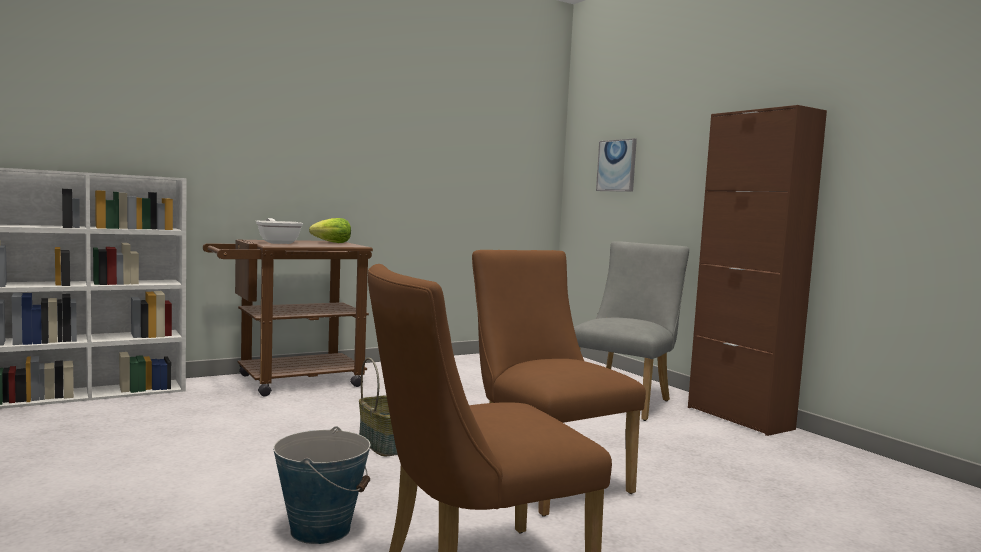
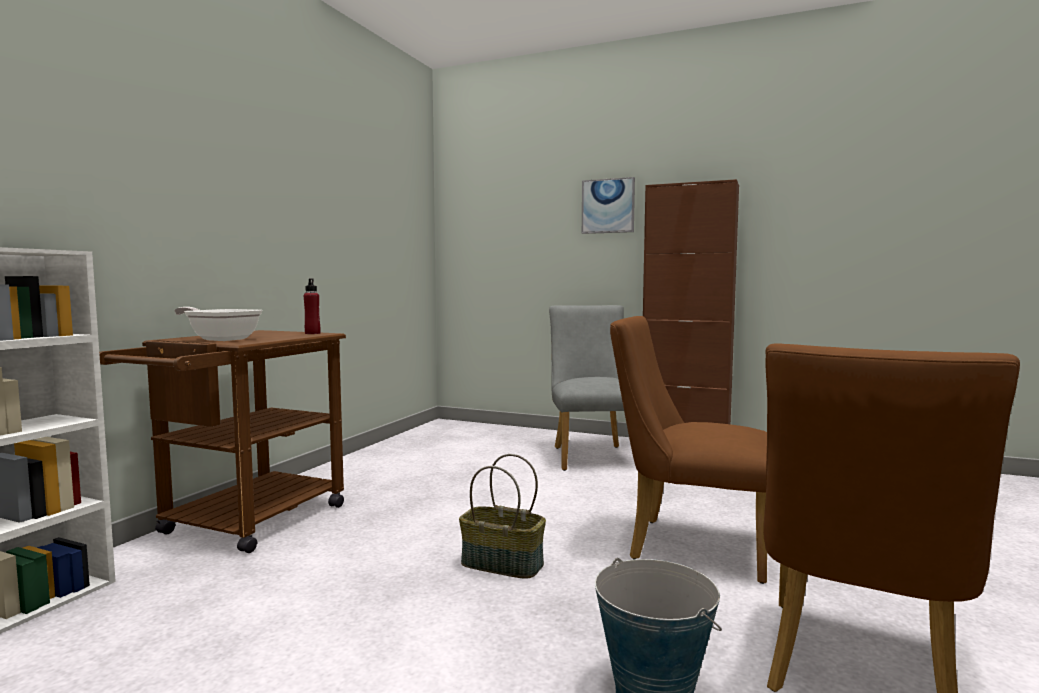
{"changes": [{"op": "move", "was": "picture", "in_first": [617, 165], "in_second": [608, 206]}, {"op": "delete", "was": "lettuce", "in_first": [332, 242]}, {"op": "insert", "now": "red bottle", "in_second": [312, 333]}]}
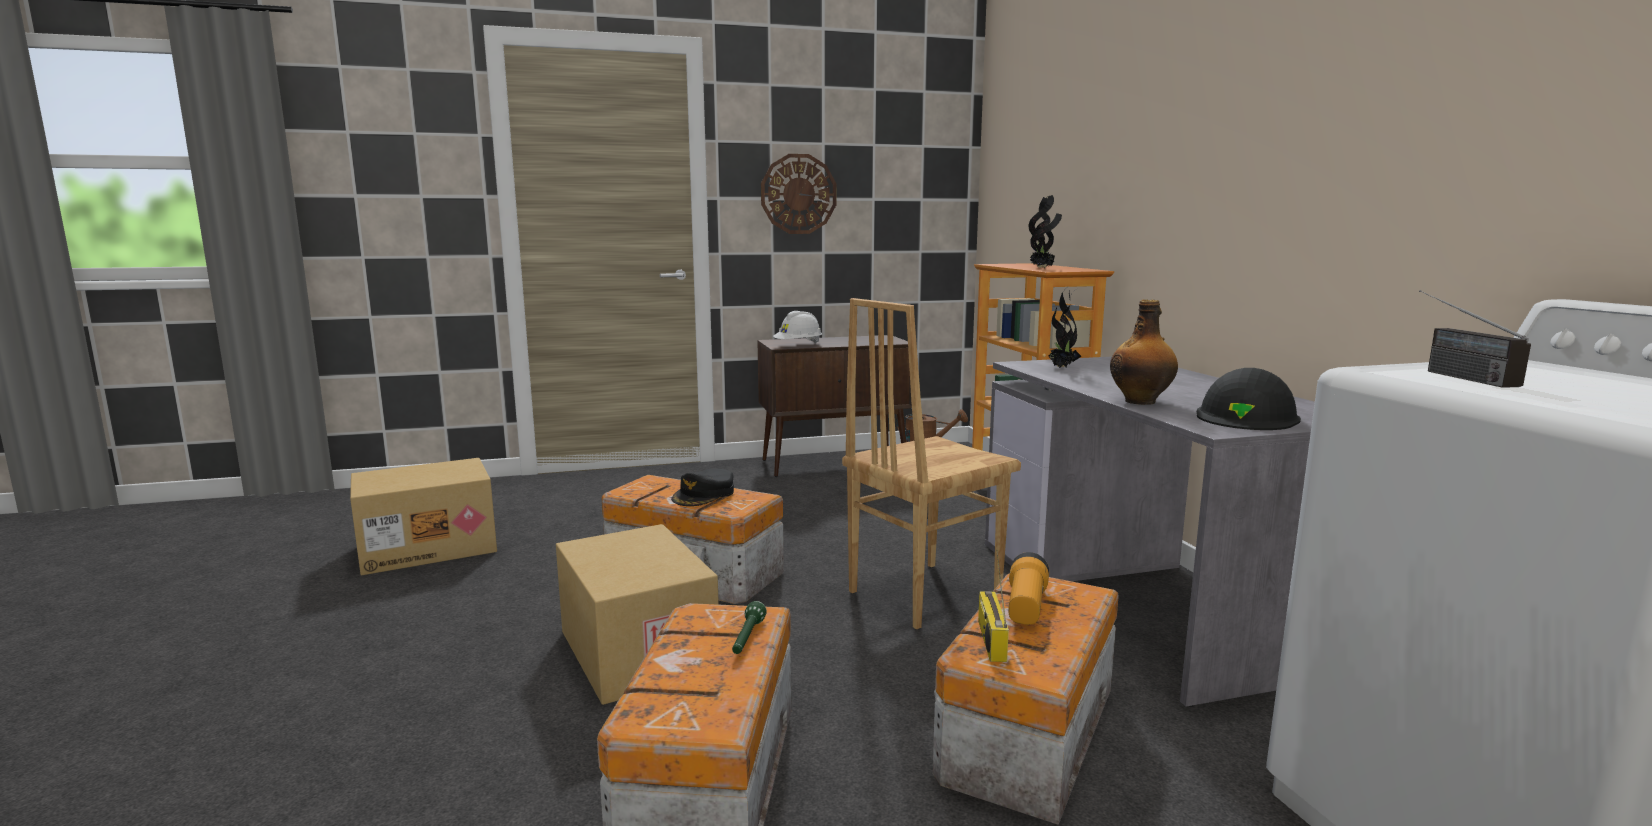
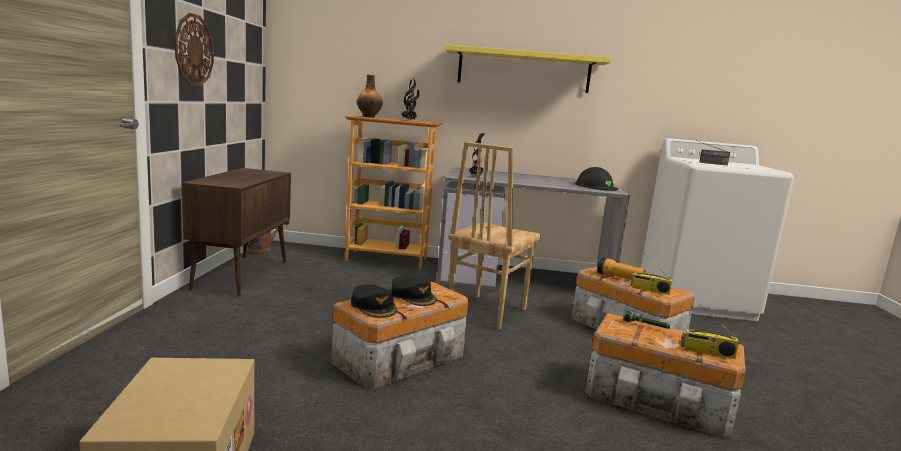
{"changes": [{"op": "rotate", "was": "brown chair", "in_first": [921, 593], "in_second": [485, 311], "clockwise": 45}, {"op": "move", "was": "bottle", "in_first": [1141, 401], "in_second": [369, 117]}, {"op": "delete", "was": "white hard hat", "in_first": [798, 346]}, {"op": "delete", "was": "cardboard box", "in_first": [634, 651]}, {"op": "insert", "now": "yellow shelf", "in_second": [524, 70]}, {"op": "insert", "now": "black cap", "in_second": [374, 306]}, {"op": "insert", "now": "radio", "in_second": [707, 352]}]}
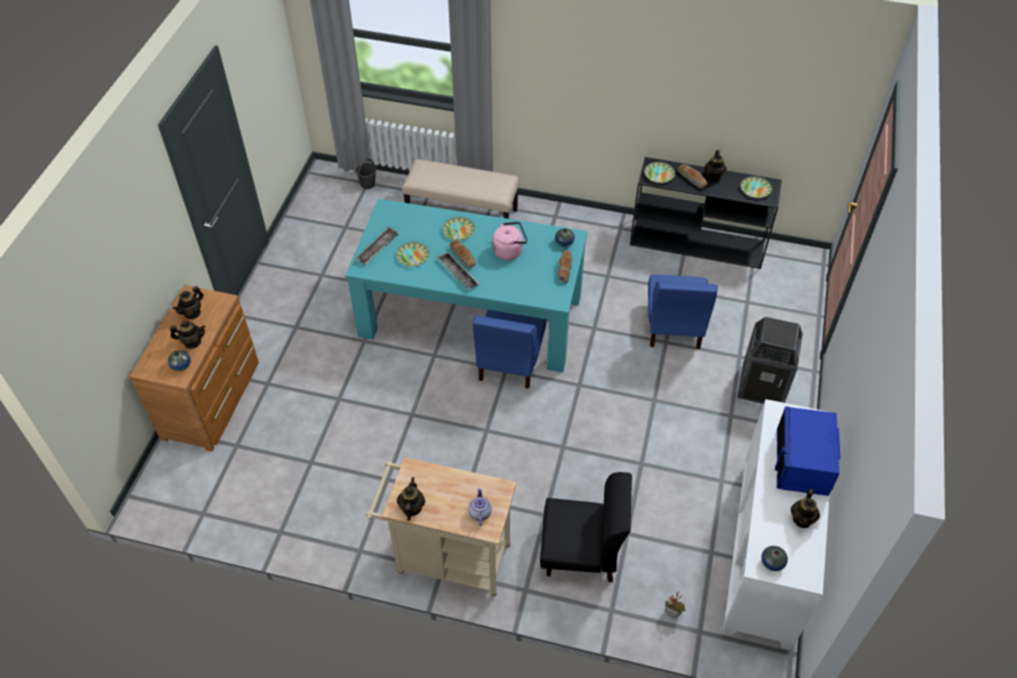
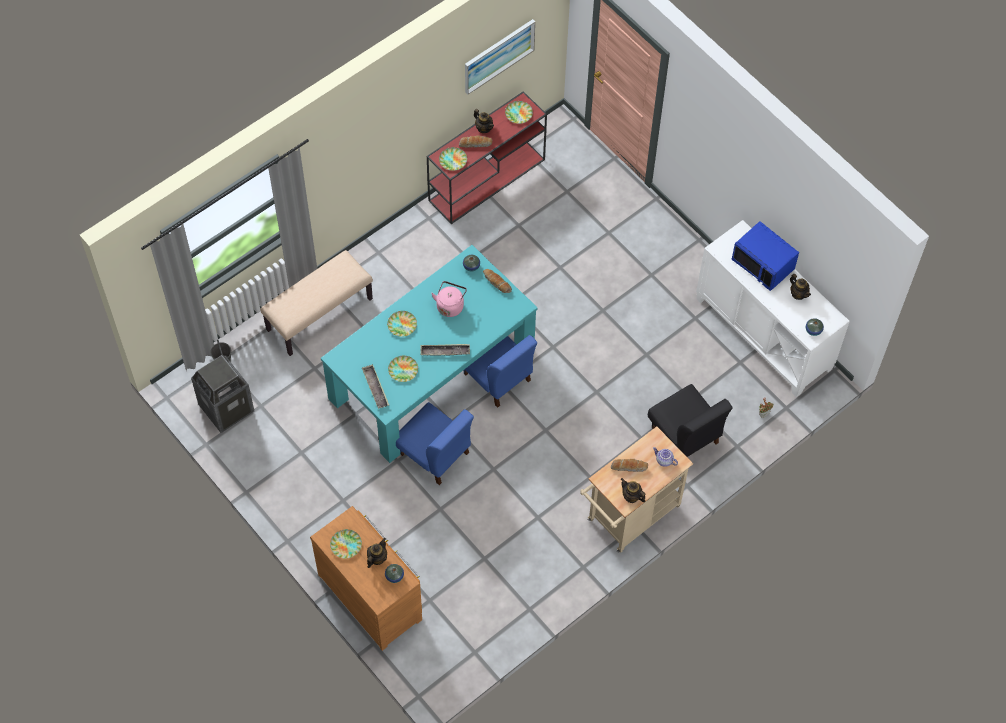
{"changes": [{"op": "recolor", "was": "black console table", "now": "red console table", "in_first": [698, 243], "in_second": [487, 179]}, {"op": "move", "was": "bread", "in_first": [463, 257], "in_second": [629, 467]}, {"op": "move", "was": "blue chair", "in_first": [674, 326], "in_second": [434, 454]}, {"op": "replace", "was": "teapot", "now": "plate", "in_first": [192, 313], "in_second": [346, 544]}, {"op": "move", "was": "trash can", "in_first": [762, 386], "in_second": [226, 408]}, {"op": "rotate", "was": "black chair", "in_first": [581, 552], "in_second": [685, 436], "clockwise": 105}, {"op": "insert", "now": "picture", "in_second": [498, 55]}]}
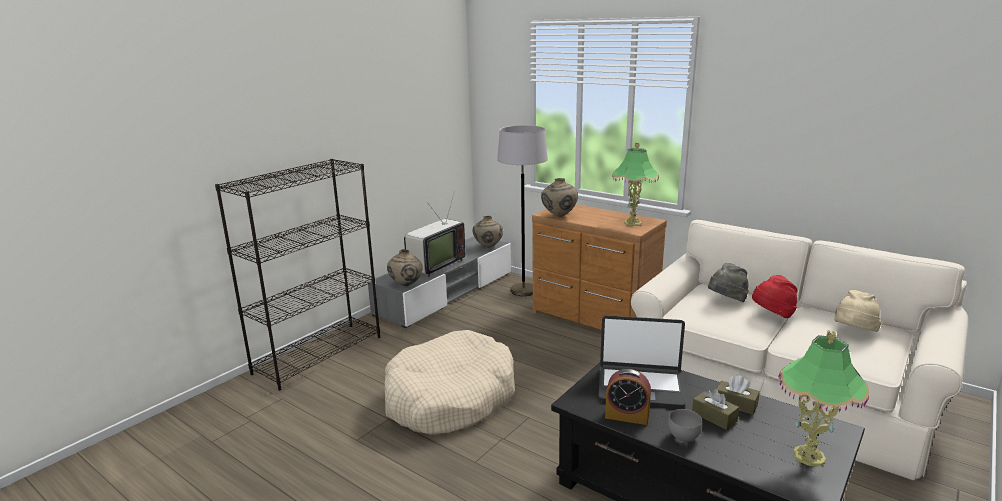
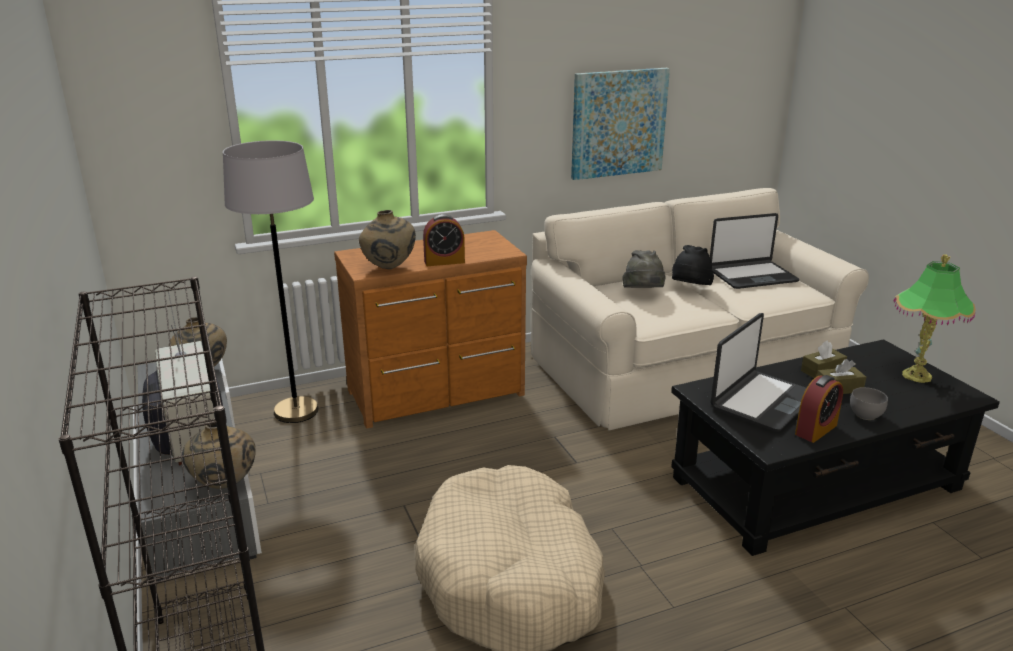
{"changes": [{"op": "delete", "was": "table lamp", "in_first": [632, 223]}, {"op": "recolor", "was": "red hat", "now": "black hat", "in_first": [772, 315], "in_second": [690, 289]}, {"op": "replace", "was": "beige hat", "now": "laptop", "in_first": [853, 333], "in_second": [752, 276]}, {"op": "insert", "now": "picture", "in_second": [618, 123]}, {"op": "insert", "now": "alarm clock", "in_second": [444, 261]}]}
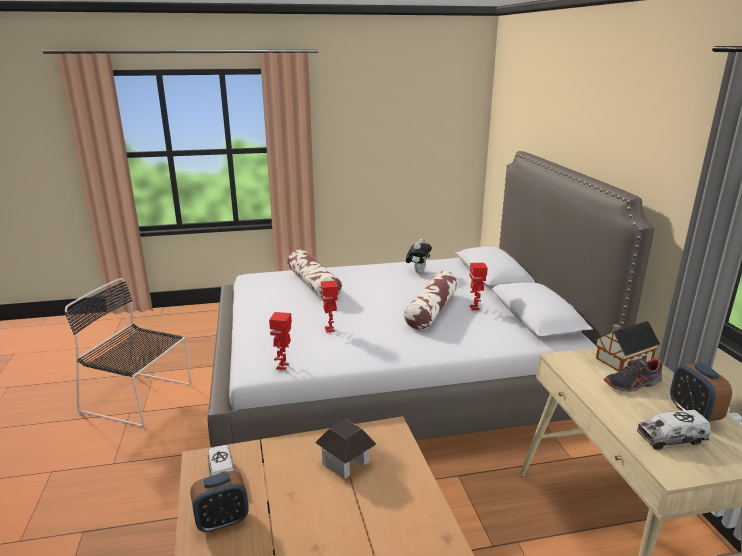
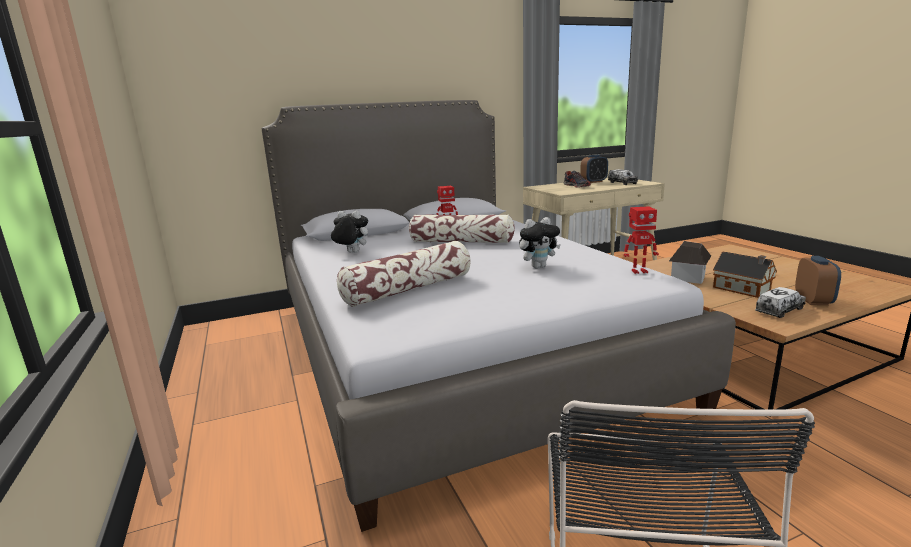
{"changes": [{"op": "replace", "was": "toy robot", "now": "plush toy", "in_first": [330, 329], "in_second": [538, 266]}, {"op": "move", "was": "toy house", "in_first": [622, 360], "in_second": [743, 289]}, {"op": "rotate", "was": "alarm clock", "in_first": [222, 521], "in_second": [813, 301], "clockwise": 45}]}
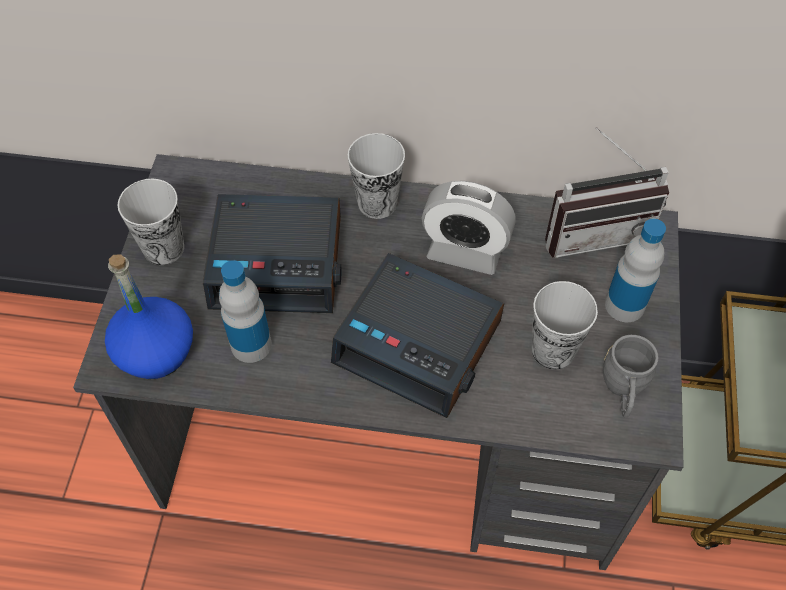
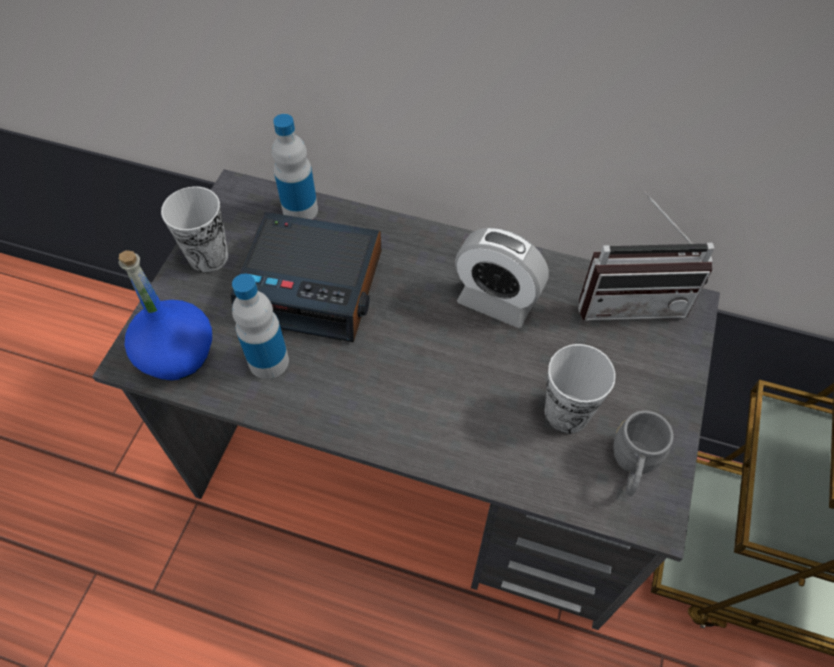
{"changes": [{"op": "delete", "was": "cup", "in_first": [377, 203]}, {"op": "move", "was": "bottle", "in_first": [624, 305], "in_second": [300, 210]}, {"op": "delete", "was": "alarm clock", "in_first": [419, 342]}]}
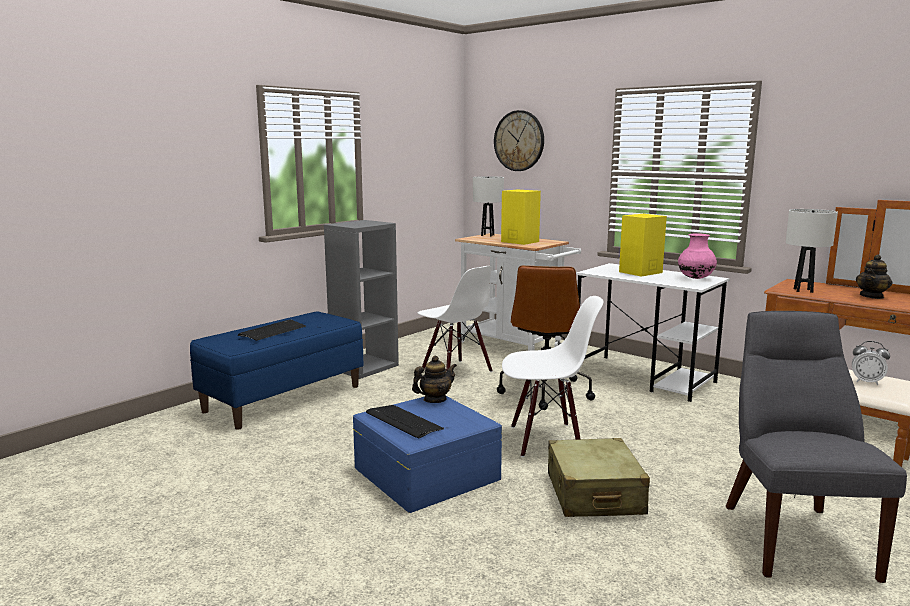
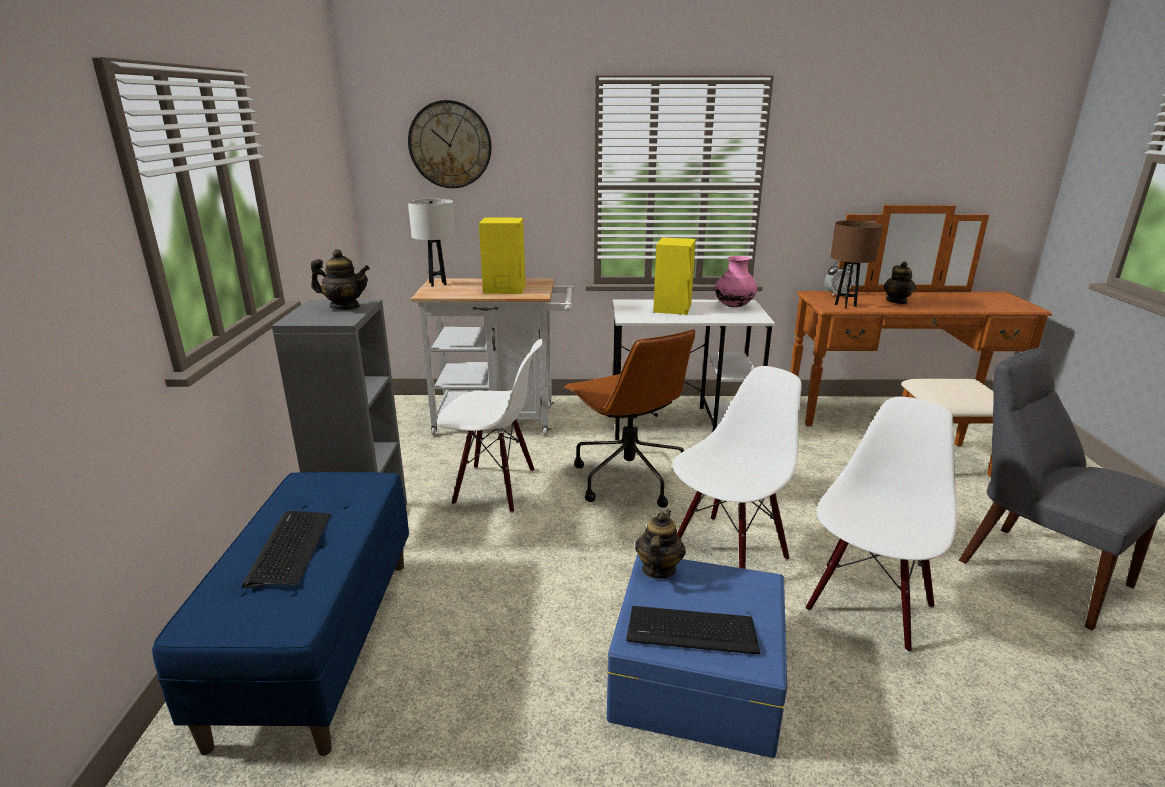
{"changes": [{"op": "recolor", "was": "white table lamp", "now": "brown table lamp", "in_first": [803, 290], "in_second": [845, 305]}, {"op": "move", "was": "alarm clock", "in_first": [866, 382], "in_second": [836, 294]}, {"op": "replace", "was": "beige suitcase", "now": "white chair", "in_first": [594, 494], "in_second": [867, 605]}, {"op": "insert", "now": "teapot", "in_second": [345, 307]}]}
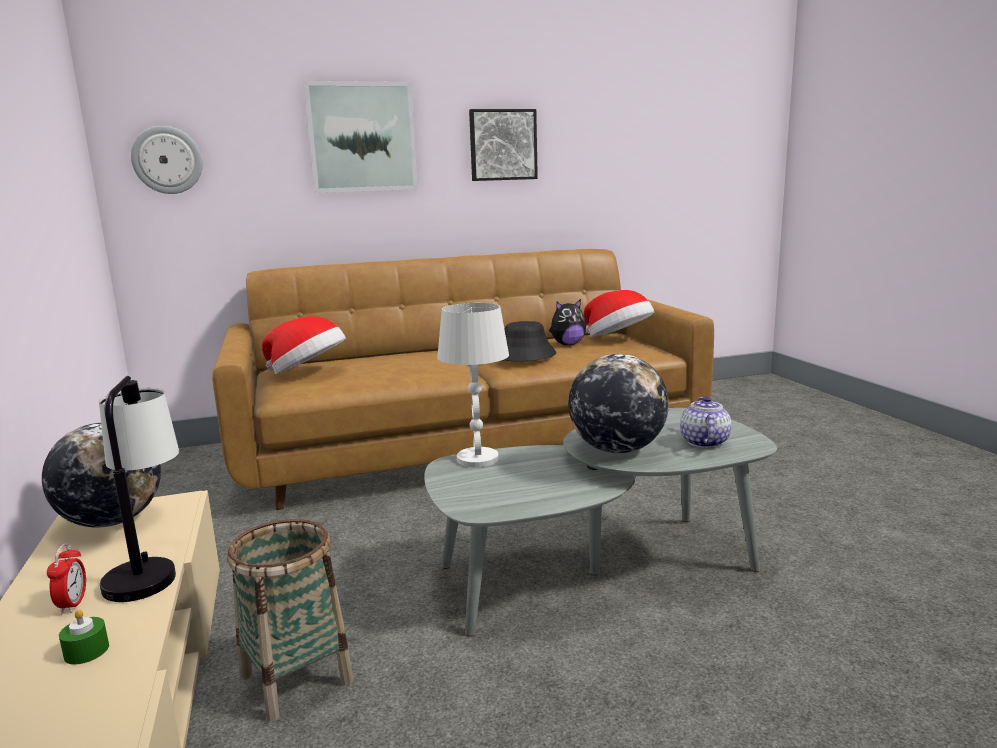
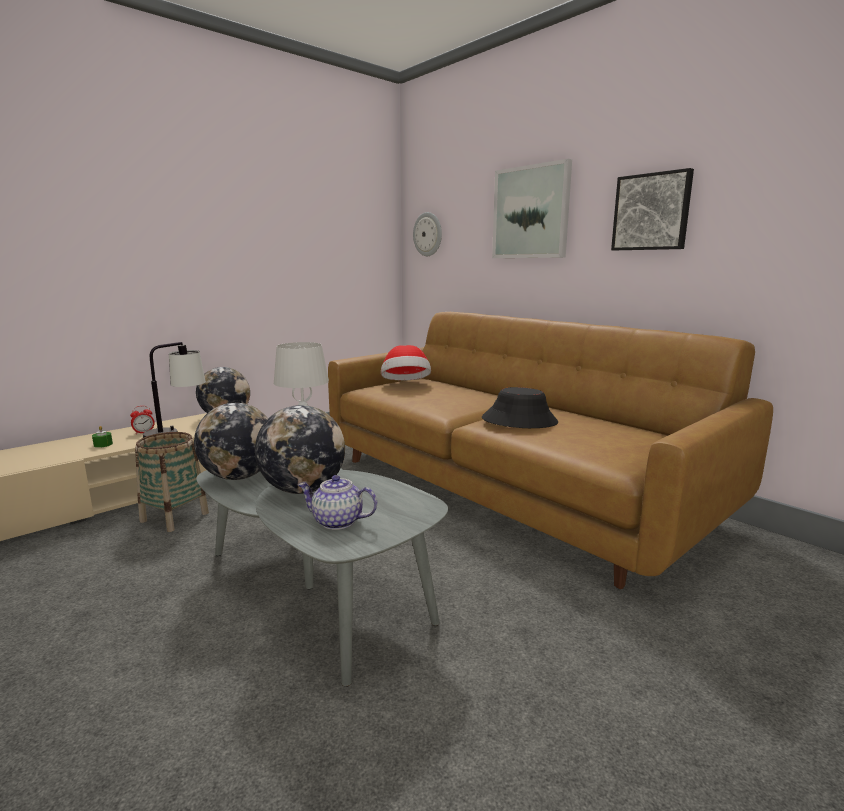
{"changes": [{"op": "delete", "was": "hat", "in_first": [618, 339]}, {"op": "delete", "was": "plush toy", "in_first": [567, 344]}, {"op": "rotate", "was": "teapot", "in_first": [703, 442], "in_second": [337, 522], "clockwise": -150}, {"op": "insert", "now": "globe", "in_second": [239, 476]}]}
